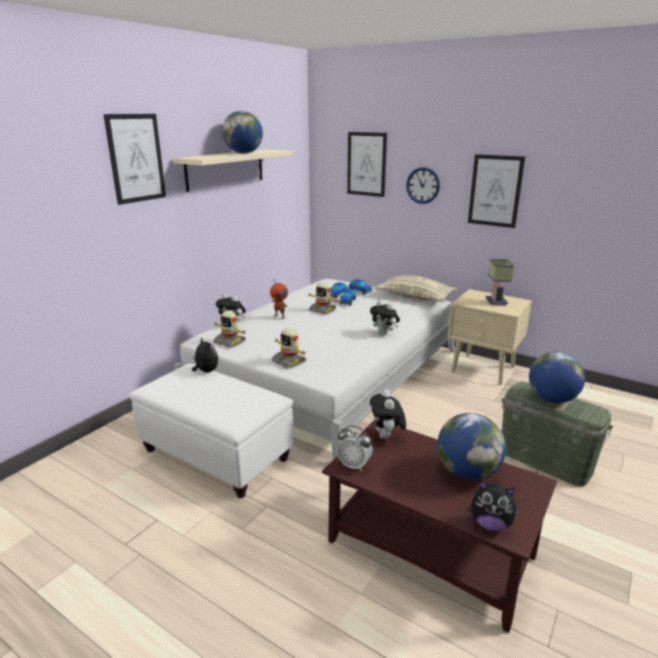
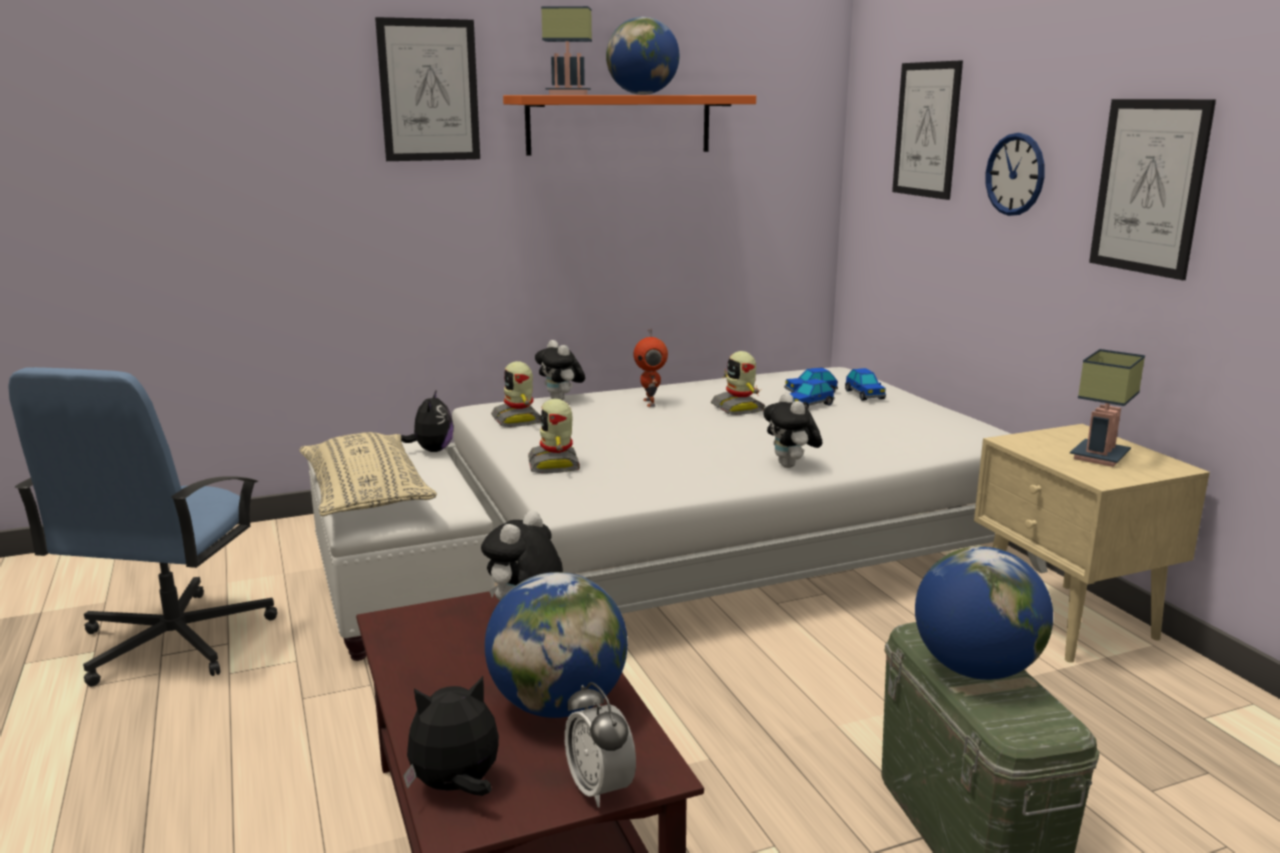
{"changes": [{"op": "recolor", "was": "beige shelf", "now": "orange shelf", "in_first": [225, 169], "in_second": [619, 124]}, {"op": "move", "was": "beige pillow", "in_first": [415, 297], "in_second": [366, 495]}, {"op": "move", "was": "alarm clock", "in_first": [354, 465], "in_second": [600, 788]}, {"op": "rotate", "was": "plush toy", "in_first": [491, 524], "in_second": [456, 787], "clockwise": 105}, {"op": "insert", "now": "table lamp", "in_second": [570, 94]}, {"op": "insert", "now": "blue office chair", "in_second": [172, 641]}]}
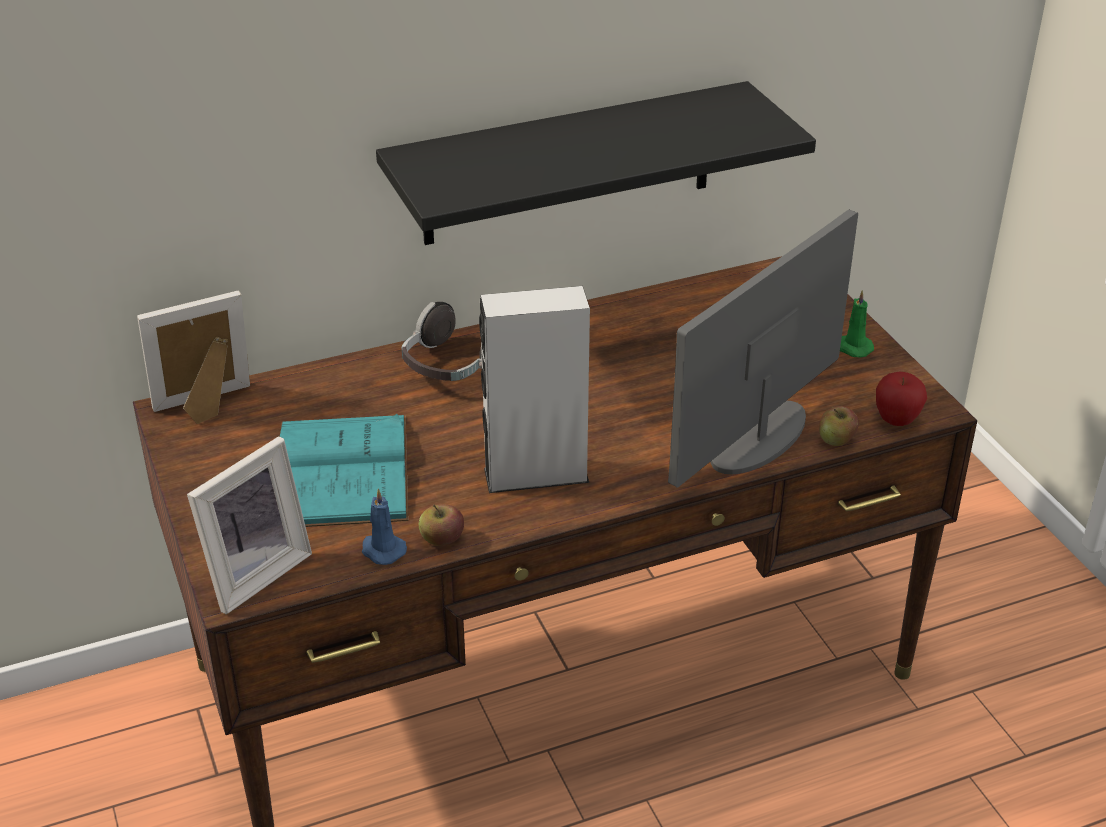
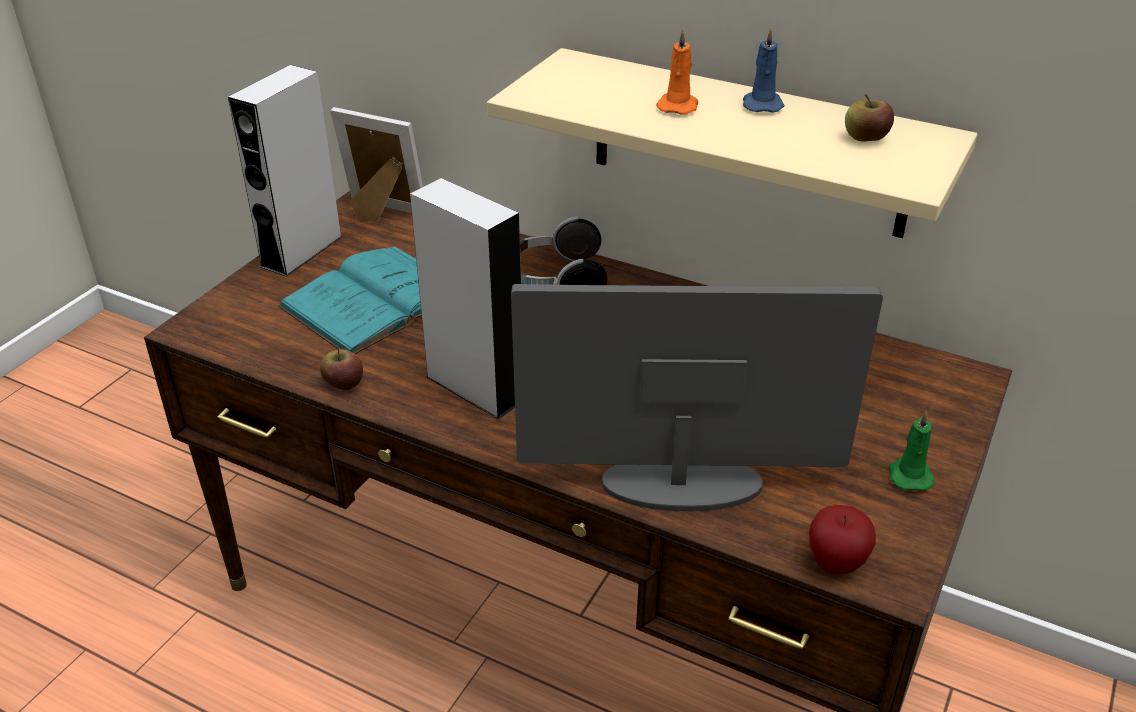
{"changes": [{"op": "recolor", "was": "black shelf", "now": "beige shelf", "in_first": [568, 164], "in_second": [748, 143]}, {"op": "move", "was": "apple", "in_first": [836, 439], "in_second": [865, 138]}, {"op": "delete", "was": "picture frame", "in_first": [253, 573]}, {"op": "move", "was": "blue candle", "in_first": [382, 550], "in_second": [761, 104]}, {"op": "insert", "now": "orange candle", "in_second": [678, 106]}, {"op": "insert", "now": "grey speaker", "in_second": [301, 251]}]}
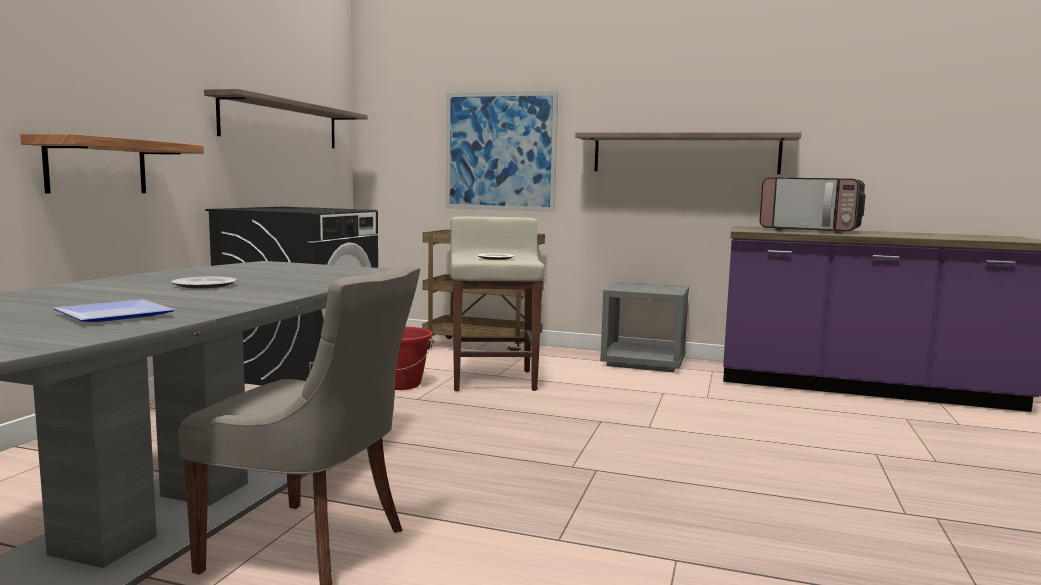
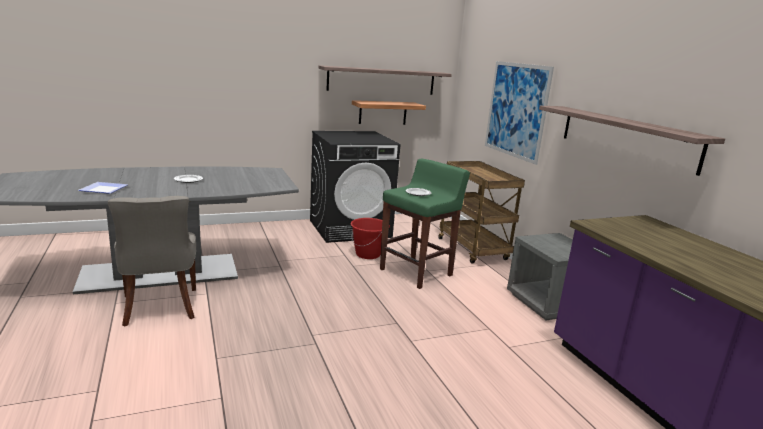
{"changes": [{"op": "move", "was": "shelf", "in_first": [97, 166], "in_second": [383, 112]}, {"op": "delete", "was": "microwave", "in_first": [811, 231]}, {"op": "recolor", "was": "beige stool", "now": "green stool", "in_first": [493, 380], "in_second": [417, 272]}]}
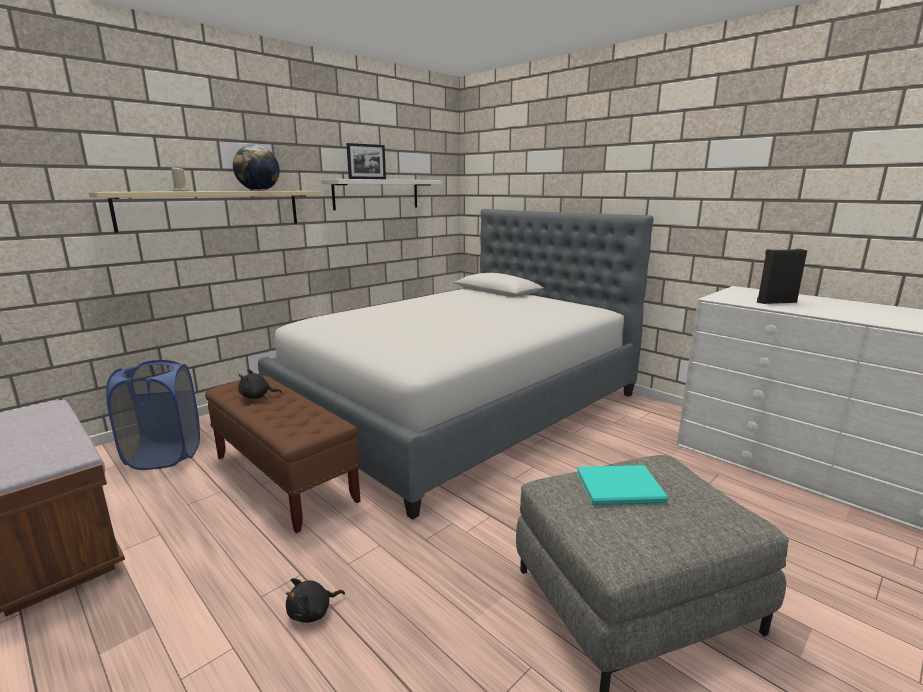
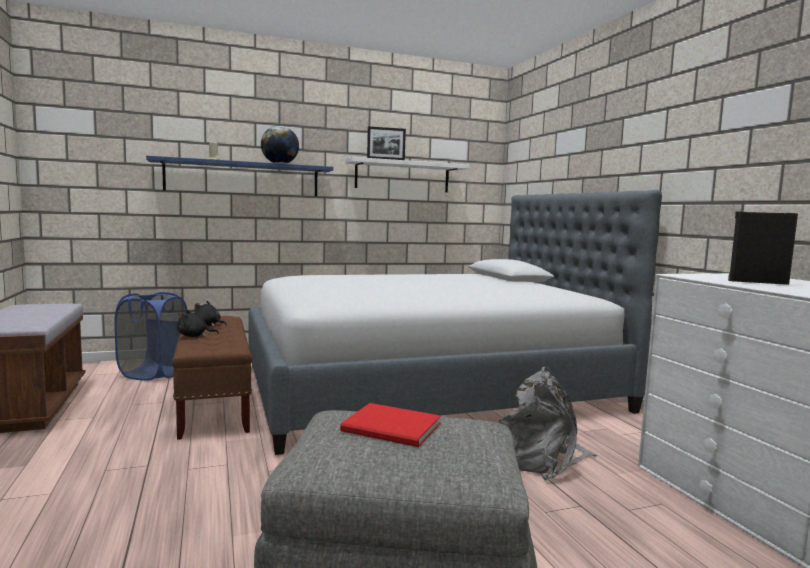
{"changes": [{"op": "recolor", "was": "beige shelf", "now": "blue shelf", "in_first": [213, 209], "in_second": [243, 178]}, {"op": "recolor", "was": "turquoise book", "now": "red book", "in_first": [622, 488], "in_second": [393, 428]}, {"op": "move", "was": "black plush toy", "in_first": [312, 612], "in_second": [194, 336]}, {"op": "insert", "now": "grey backpack", "in_second": [541, 458]}]}
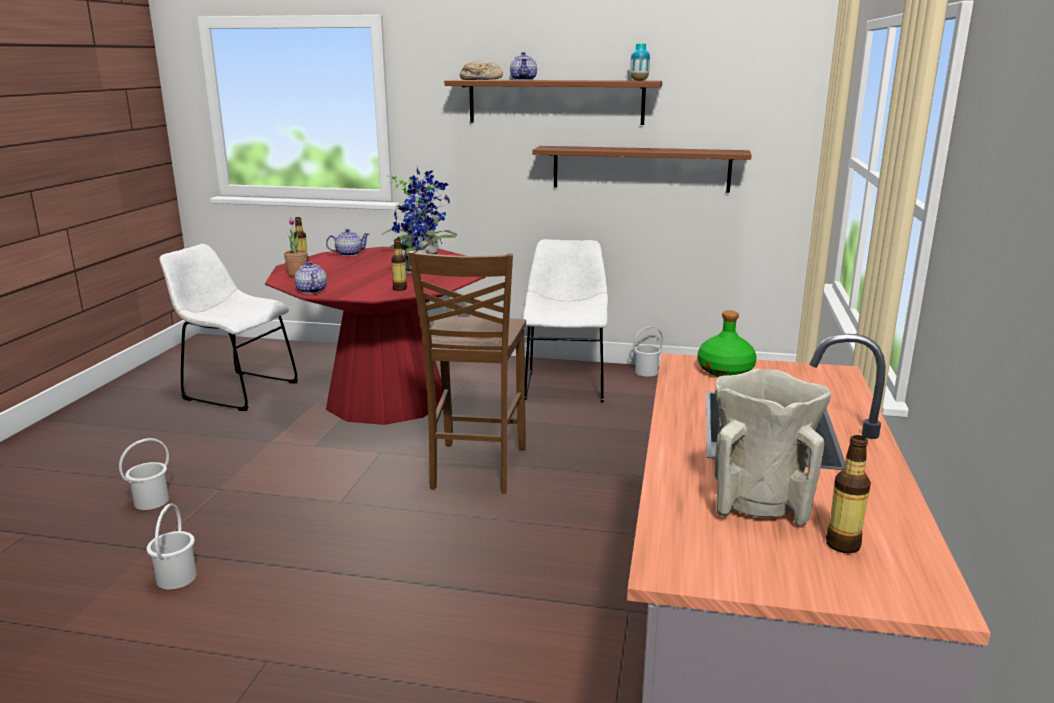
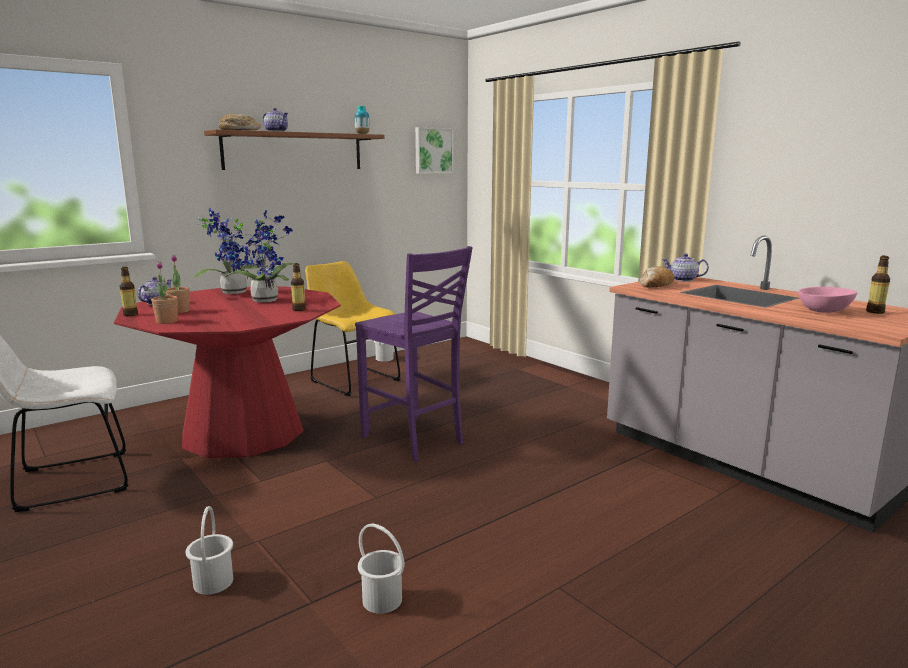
{"changes": [{"op": "delete", "was": "brown shelf", "in_first": [640, 169]}, {"op": "recolor", "was": "white chair", "now": "yellow chair", "in_first": [565, 384], "in_second": [352, 380]}, {"op": "recolor", "was": "brown chair", "now": "purple chair", "in_first": [475, 469], "in_second": [414, 440]}, {"op": "move", "was": "teapot", "in_first": [311, 291], "in_second": [683, 280]}, {"op": "replace", "was": "green bottle", "now": "bread", "in_first": [724, 371], "in_second": [655, 285]}, {"op": "replace", "was": "beige vase", "now": "pink bowl", "in_first": [760, 502], "in_second": [824, 311]}, {"op": "insert", "now": "picture", "in_second": [433, 150]}, {"op": "insert", "now": "potted plant", "in_second": [179, 311]}]}
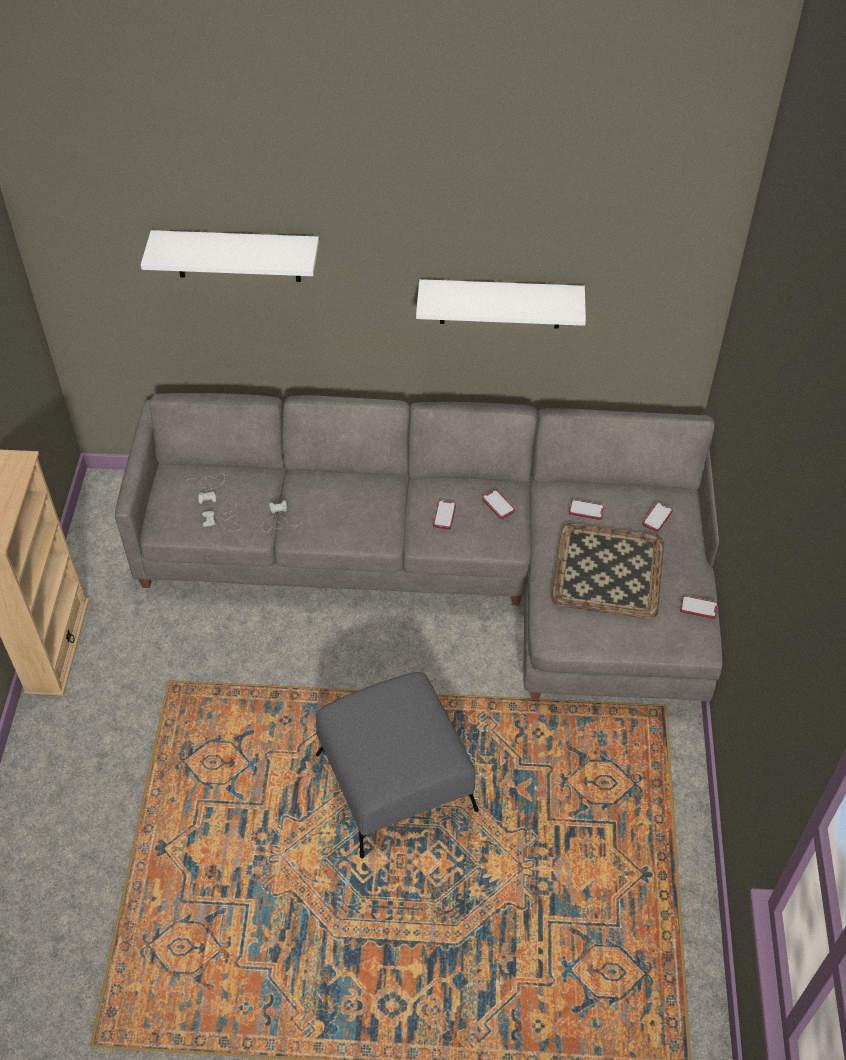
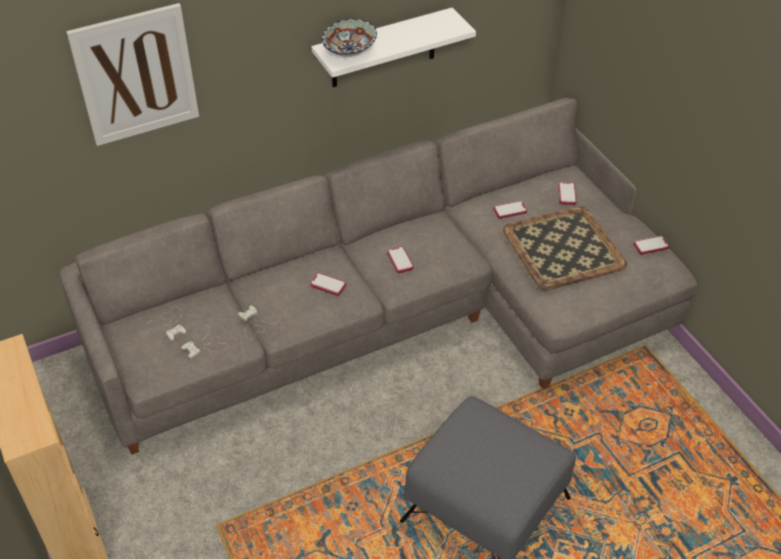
{"changes": [{"op": "replace", "was": "white shelf", "now": "picture", "in_first": [237, 256], "in_second": [136, 75]}, {"op": "move", "was": "phone", "in_first": [498, 505], "in_second": [328, 285]}, {"op": "insert", "now": "bowl", "in_second": [349, 51]}]}
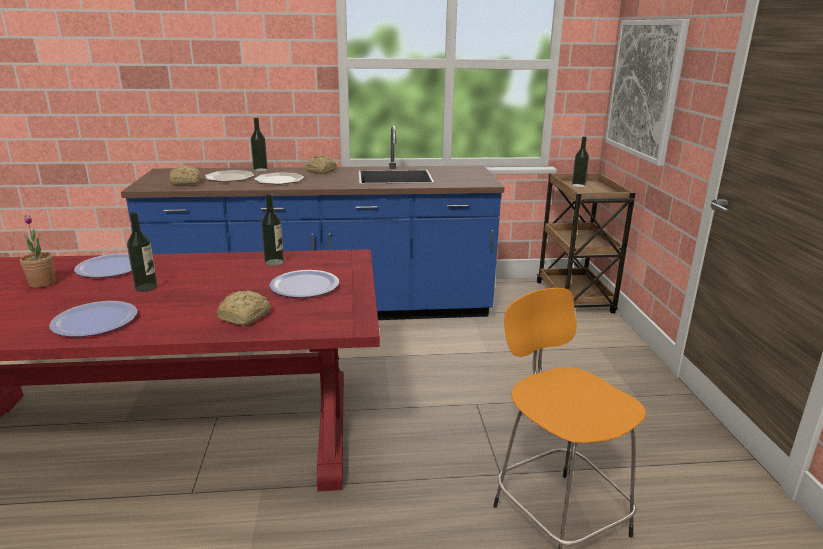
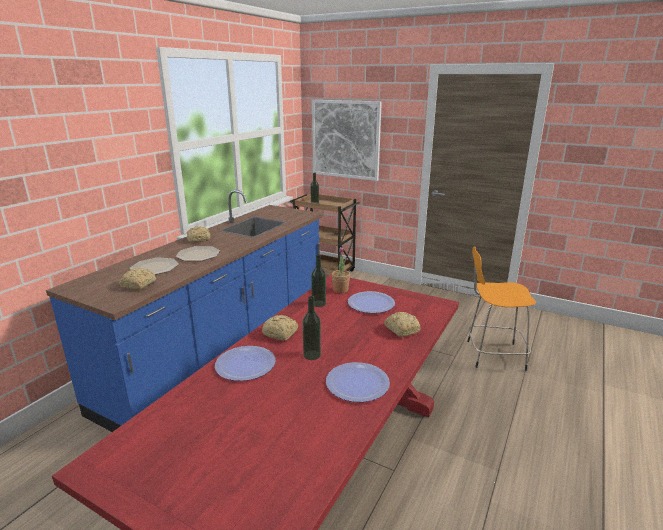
{"changes": [{"op": "delete", "was": "bottle", "in_first": [260, 170]}, {"op": "move", "was": "potted plant", "in_first": [42, 283], "in_second": [340, 290]}, {"op": "insert", "now": "bread", "in_second": [280, 334]}]}
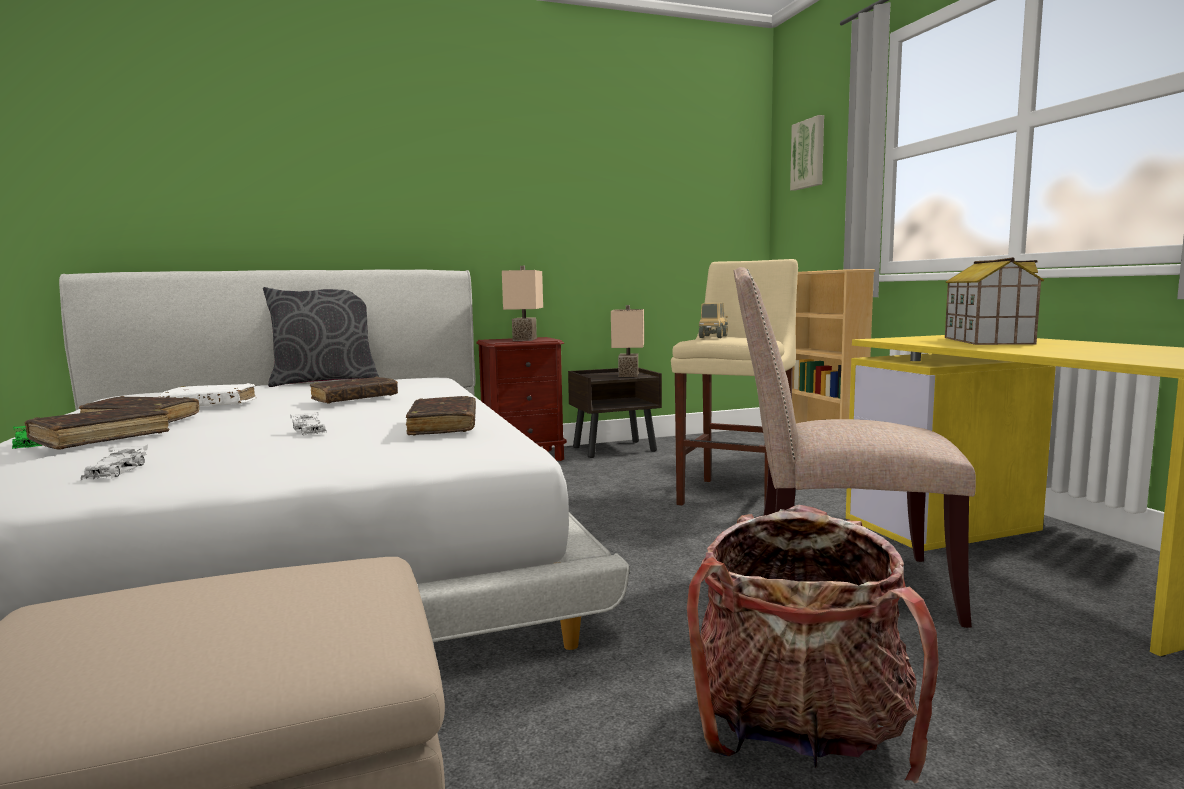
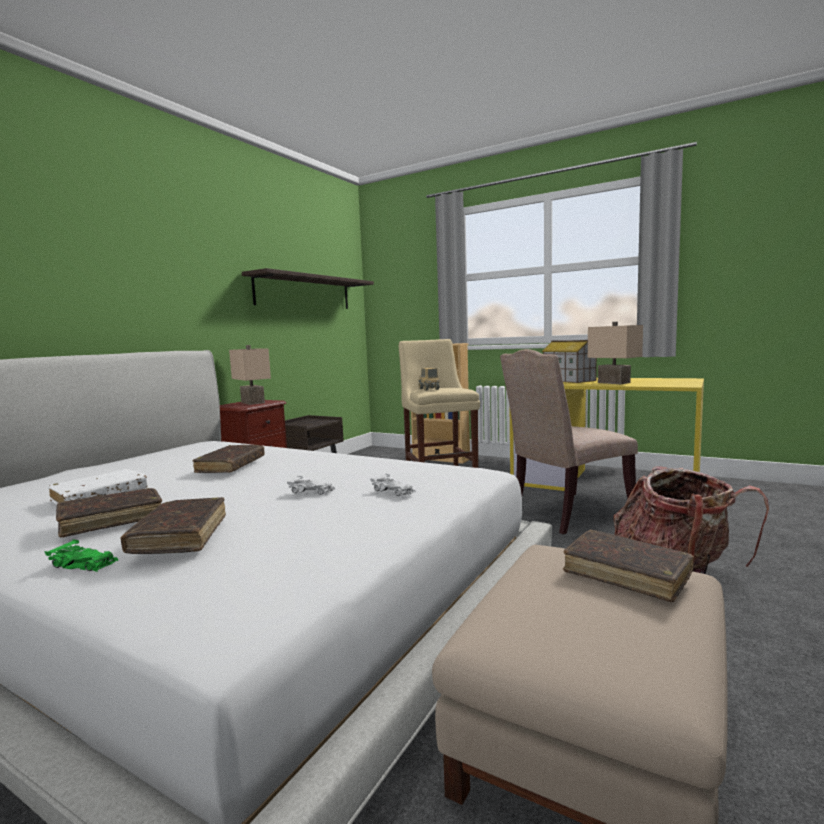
{"changes": [{"op": "delete", "was": "picture", "in_first": [809, 154]}, {"op": "delete", "was": "grey pillow", "in_first": [324, 381]}, {"op": "move", "was": "beige table lamp", "in_first": [630, 375], "in_second": [615, 382]}, {"op": "move", "was": "brown book", "in_first": [443, 426], "in_second": [626, 574]}, {"op": "move", "was": "white toy car", "in_first": [115, 472], "in_second": [394, 491]}, {"op": "insert", "now": "shelf", "in_second": [304, 292]}]}
